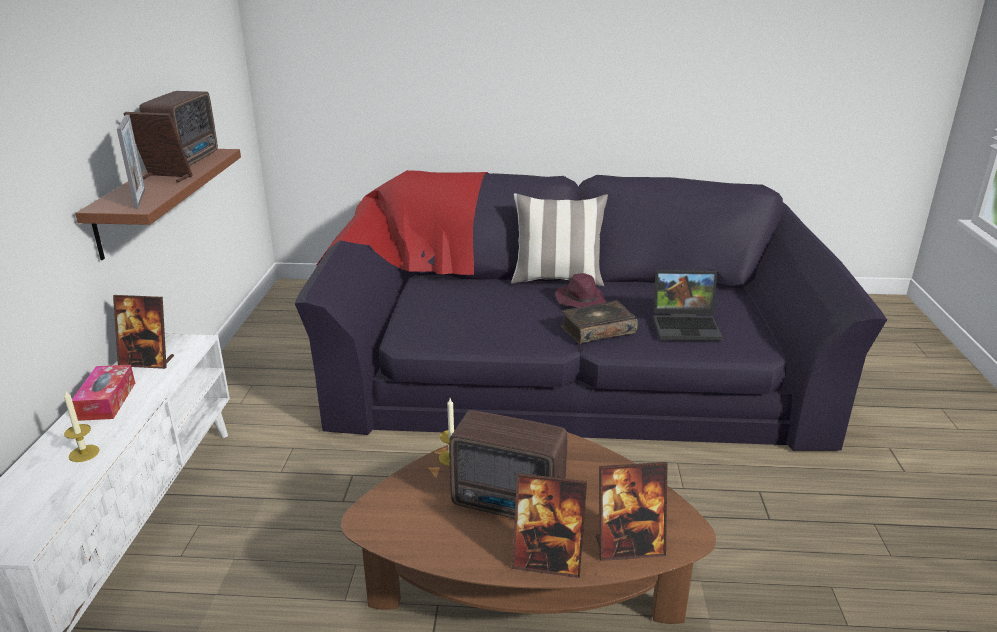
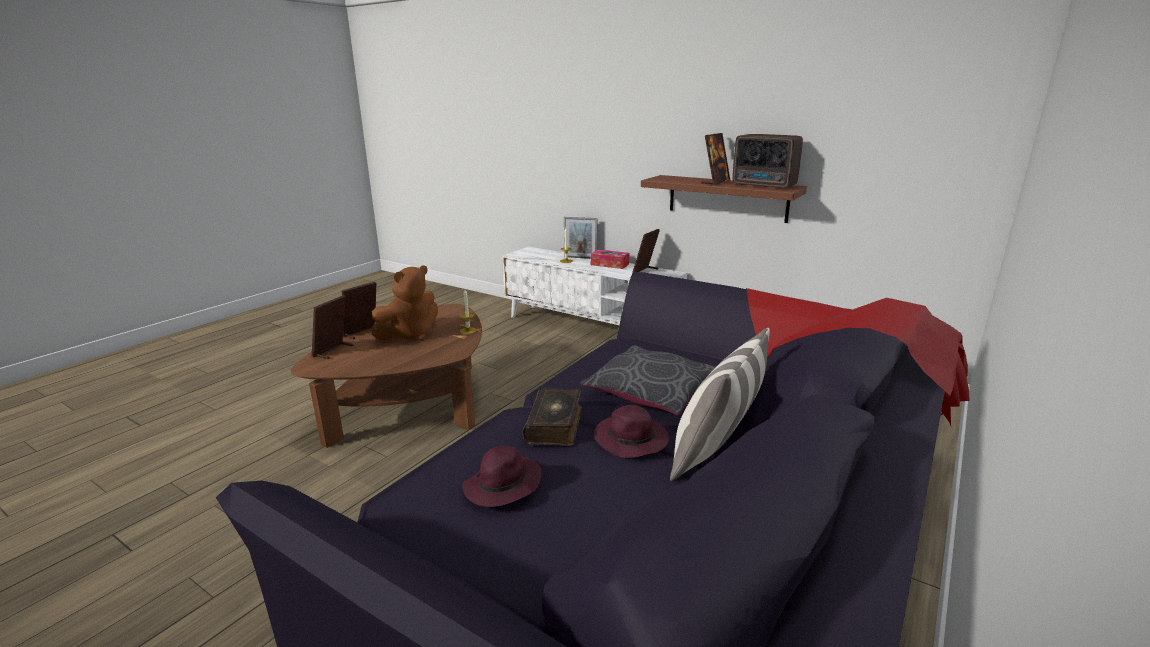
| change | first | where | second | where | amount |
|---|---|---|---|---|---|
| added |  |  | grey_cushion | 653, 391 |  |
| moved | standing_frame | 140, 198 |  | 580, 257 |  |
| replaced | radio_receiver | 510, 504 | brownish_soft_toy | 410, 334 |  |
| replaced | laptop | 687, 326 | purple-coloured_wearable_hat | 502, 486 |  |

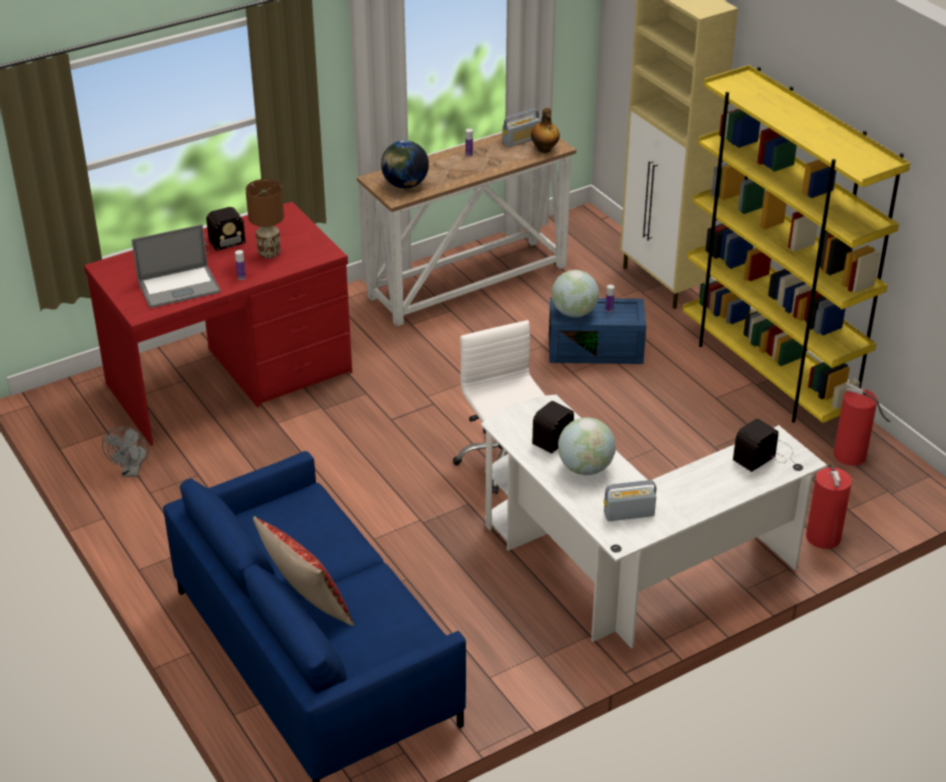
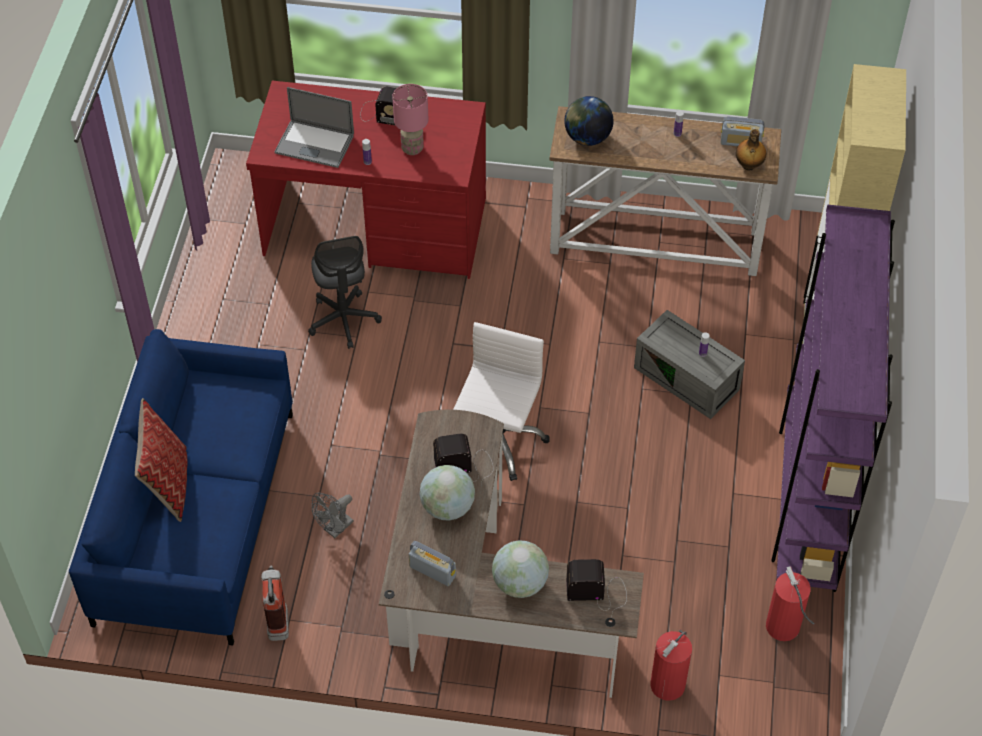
| change | first | where | second | where | amount |
|---|---|---|---|---|---|
| added |  |  | fire_extinguisher | 278, 618 |  |
| added |  |  | grey_computer_chair | 343, 320 |  |
| moved | grey_cooling_fan | 131, 471 |  | 335, 529 |  |
| moved | world_globe | 574, 313 |  | 520, 583 |  |
| recoloured | brownish_table_lamp | 269, 253 | pink-coloured_table_lamp | 412, 149 |  |
| recoloured | white-coloured_desk | 628, 570 | brownish_desk | 483, 603 |  |
| recoloured | bluish_storage_bin | 596, 348 | grey_storage_bin | 688, 378 |  |
| recoloured | yellowish_bookshelf | 768, 373 | purple-coloured_bookshelf | 808, 499 |  |

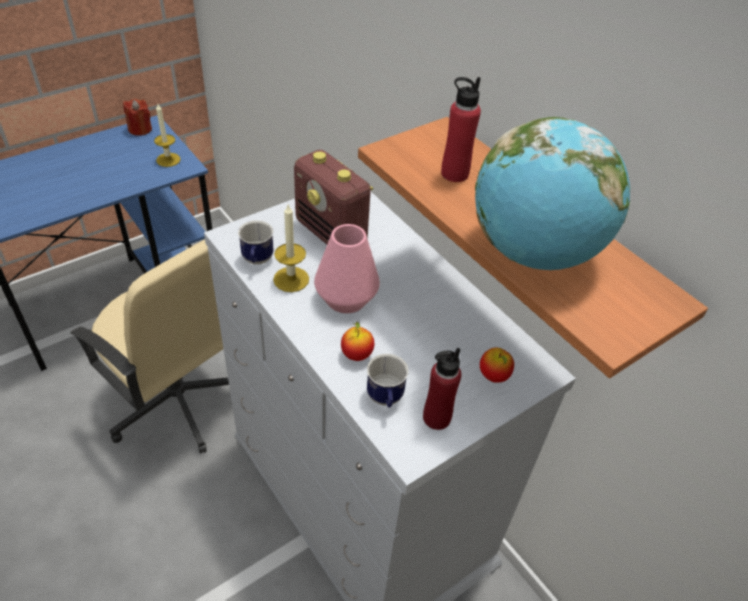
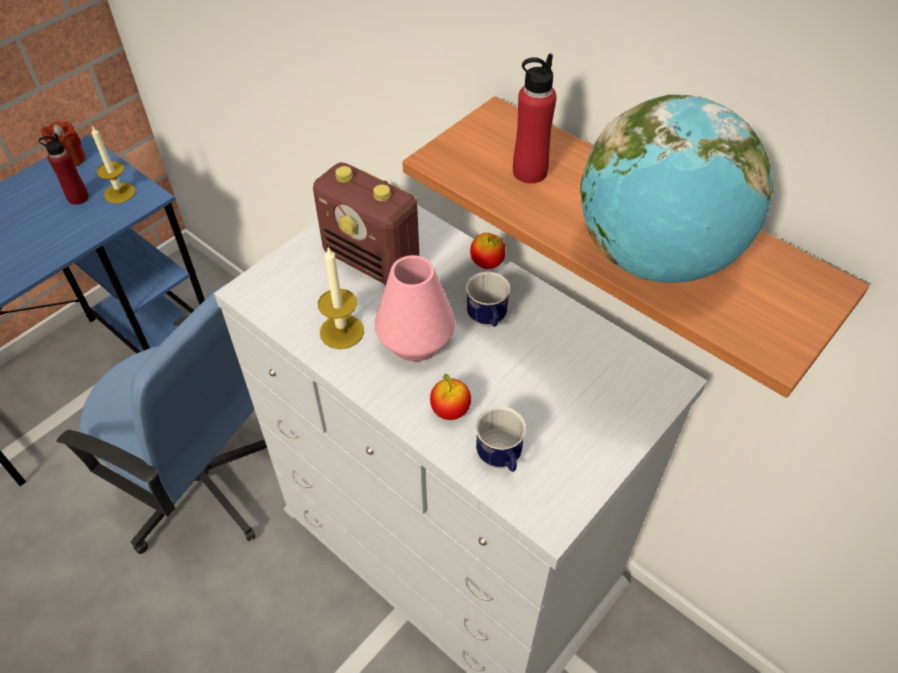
| change | first | where | second | where | amount |
|---|---|---|---|---|---|
| moved | coffee_mug | 257, 261 |  | 488, 321 |  |
| moved | red_drink_bottle | 436, 418 |  | 78, 197 |  |
| moved | whole_apple | 493, 376 |  | 487, 264 |  |
| recoloured | beige_computer_chair | 179, 399 | bluish_computer_chair | 203, 481 |  |

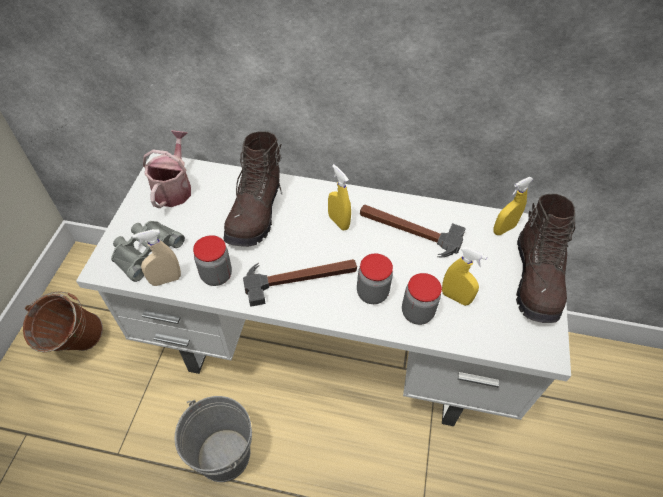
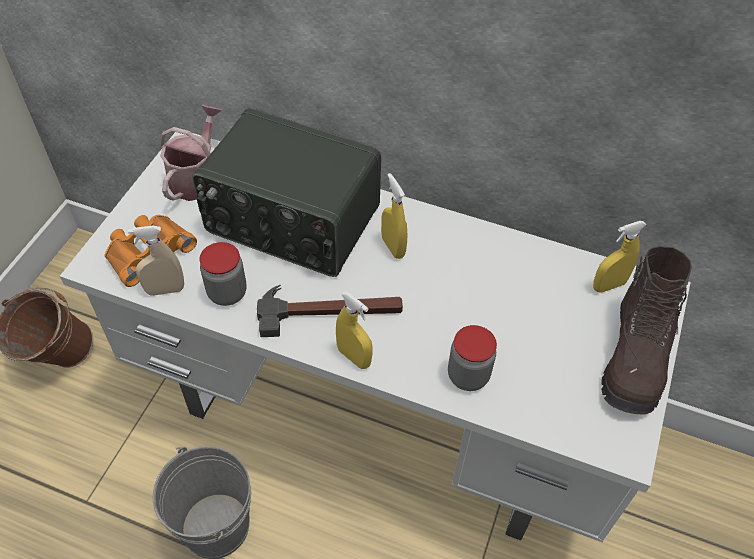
| change | first | where | second | where | amount |
|---|---|---|---|---|---|
| removed | preserve_jar | 372, 293 |  |  |  |
| removed | hand_hammer | 408, 231 |  |  |  |
| moved | yellowish_hand_sprayer | 455, 297 |  | 354, 357 |  |
| replaced | brownish_high-top_boot | 256, 213 | radio_receiver | 291, 221 |  |
| recoloured | grey_field_glasses | 145, 251 | orange-coloured_field_glasses | 147, 251 |  |

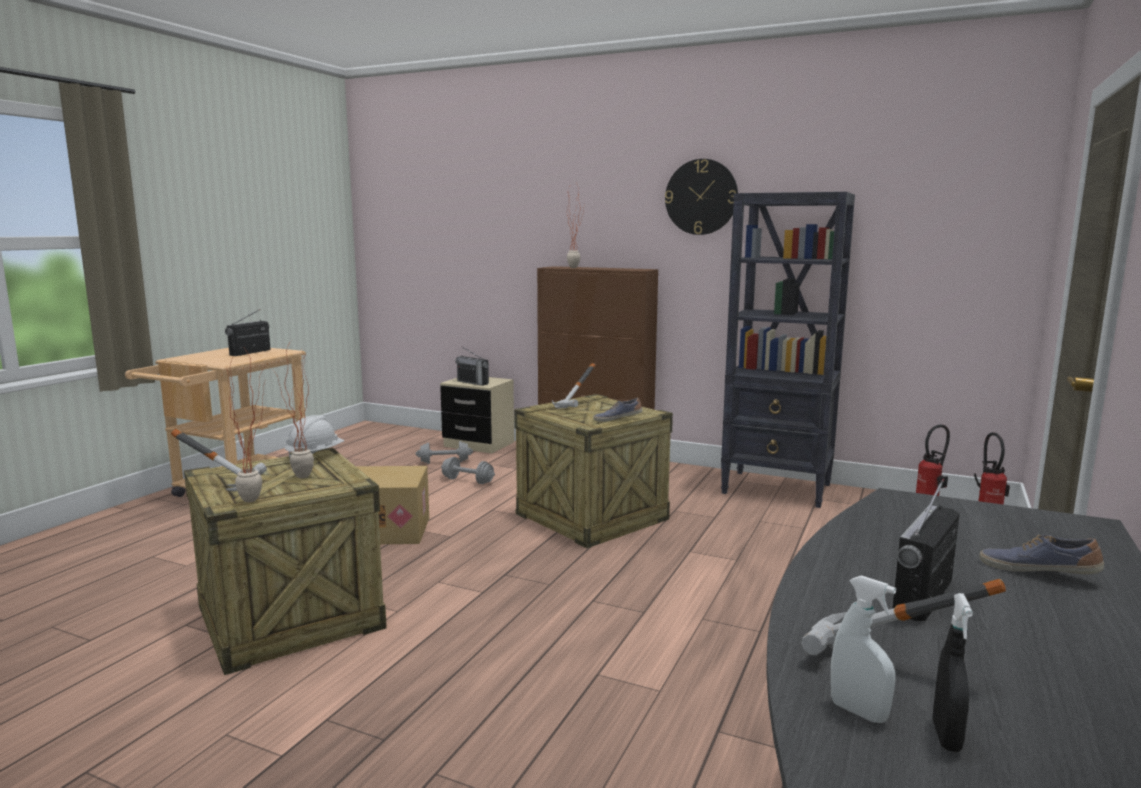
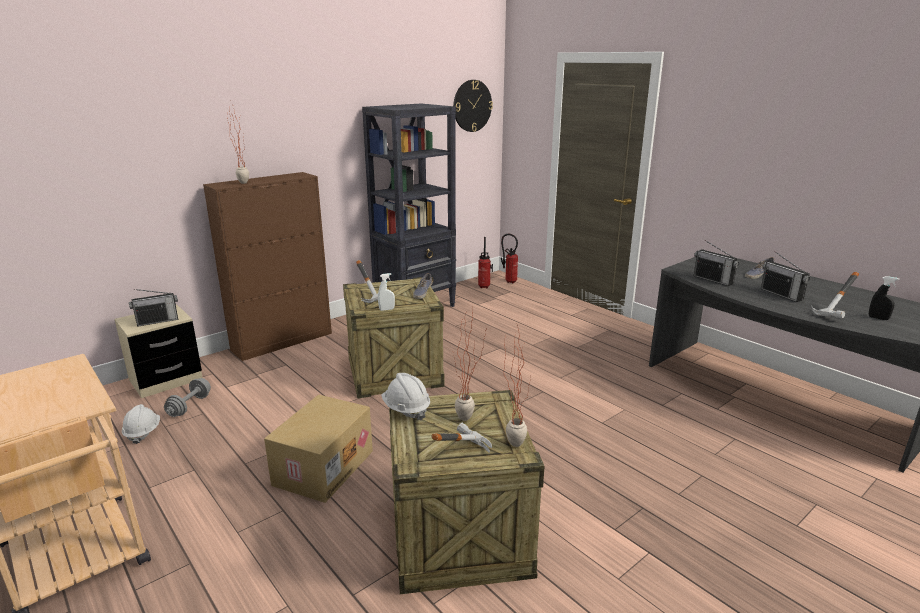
| change | first | where | second | where | amount |
|---|---|---|---|---|---|
| removed | grey_dumbbell | 467, 481 |  |  |  |
| added |  |  | white-coloured_hard_hat | 143, 433 |  |
| moved | radio_receiver | 250, 353 |  | 713, 280 |  |
| moved | clock_on_the_wall | 701, 197 |  | 472, 106 |  |
| moved | white-coloured_hand_sprayer | 858, 712 |  | 386, 309 |  |

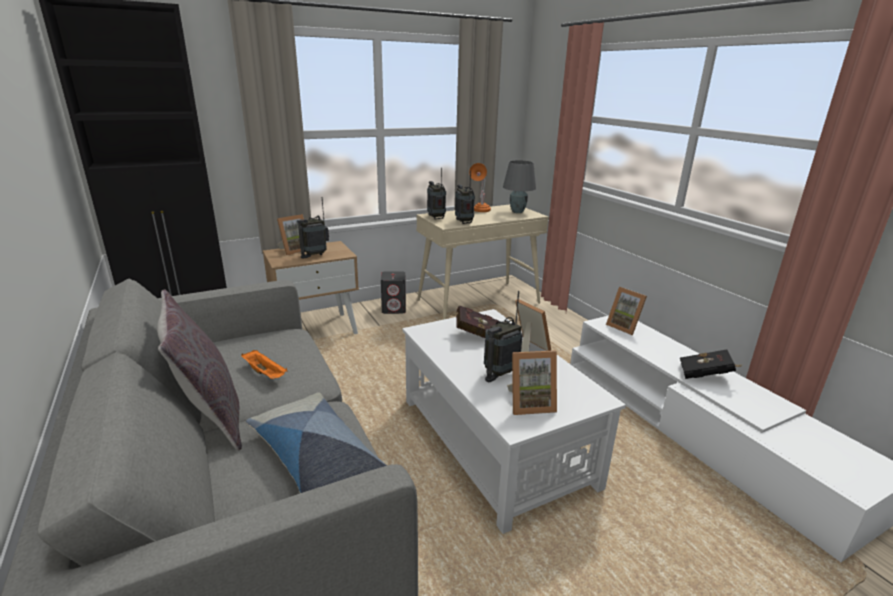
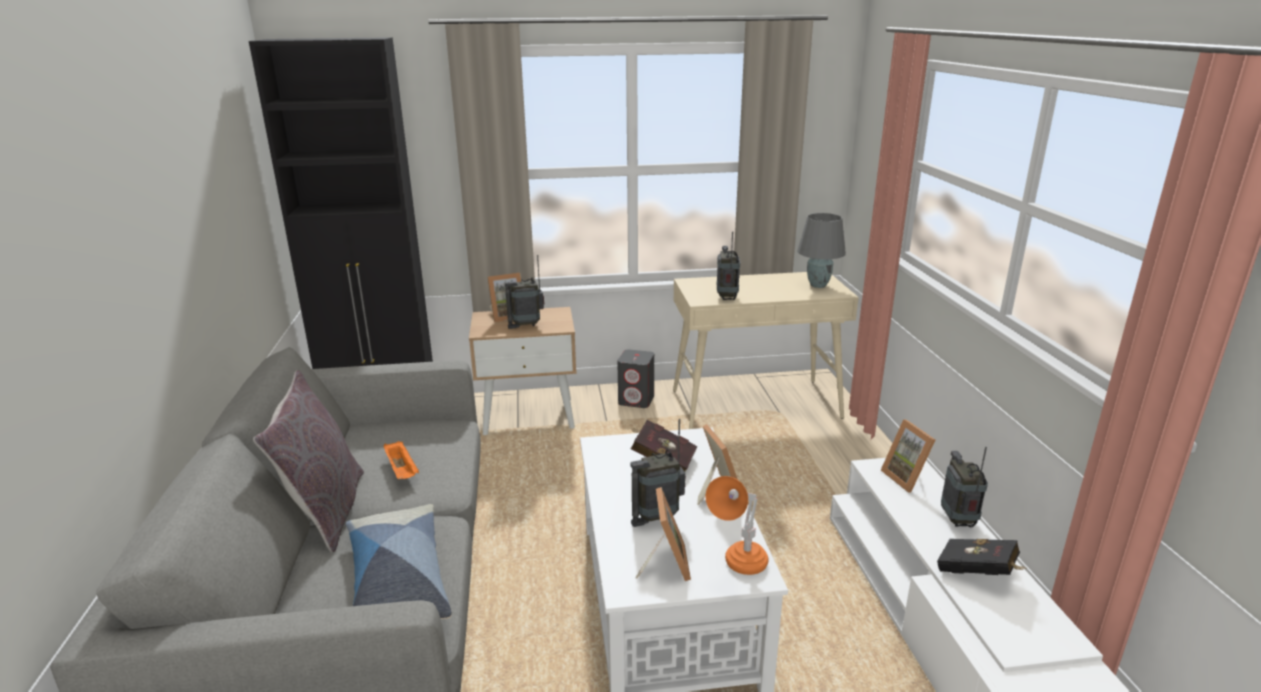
| change | first | where | second | where | amount |
|---|---|---|---|---|---|
| moved | radio_receiver | 436, 218 |  | 958, 521 |  |
| moved | orange-coloured_table_lamp | 480, 211 |  | 739, 568 |  |
| turned | standing_frame | 530, 403 |  | 665, 563 | 105 degrees counterclockwise |

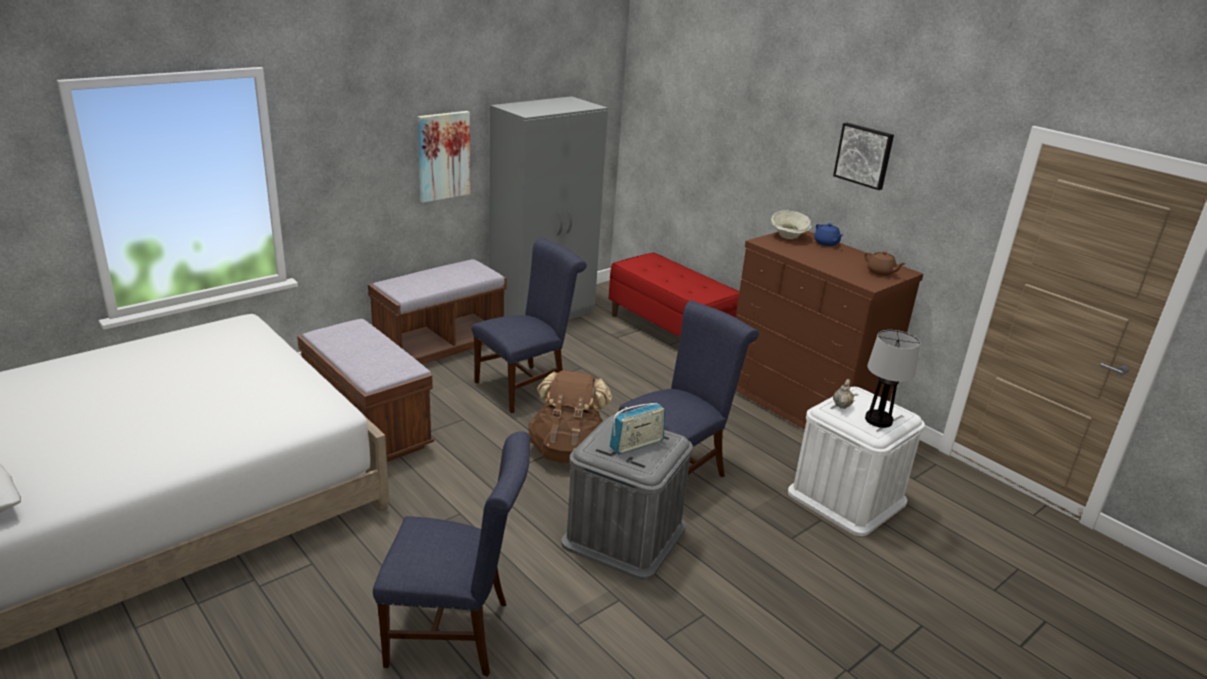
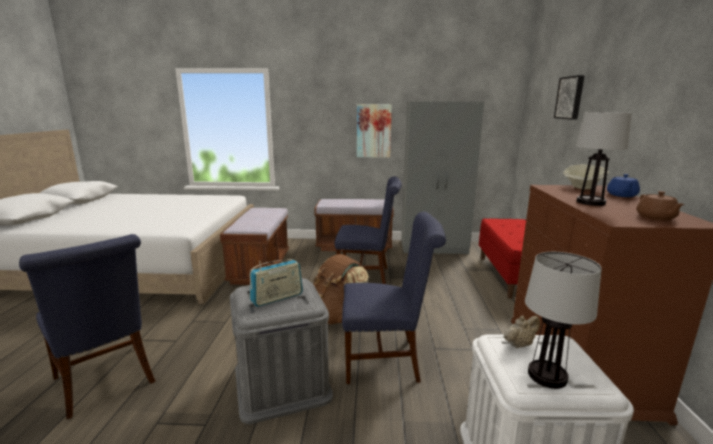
| change | first | where | second | where | amount |
|---|---|---|---|---|---|
| added |  |  | table_lamp | 590, 202 |  |
| moved | wall_art | 864, 155 |  | 570, 98 |  |
| turned | radio_receiver | 636, 444 |  | 277, 298 | 45 degrees counterclockwise |

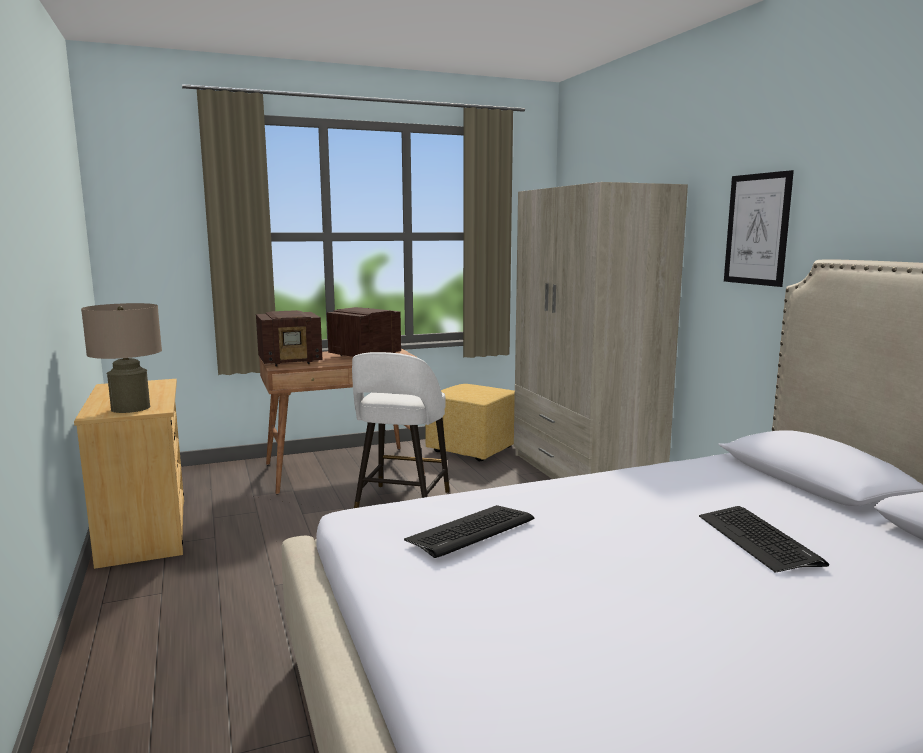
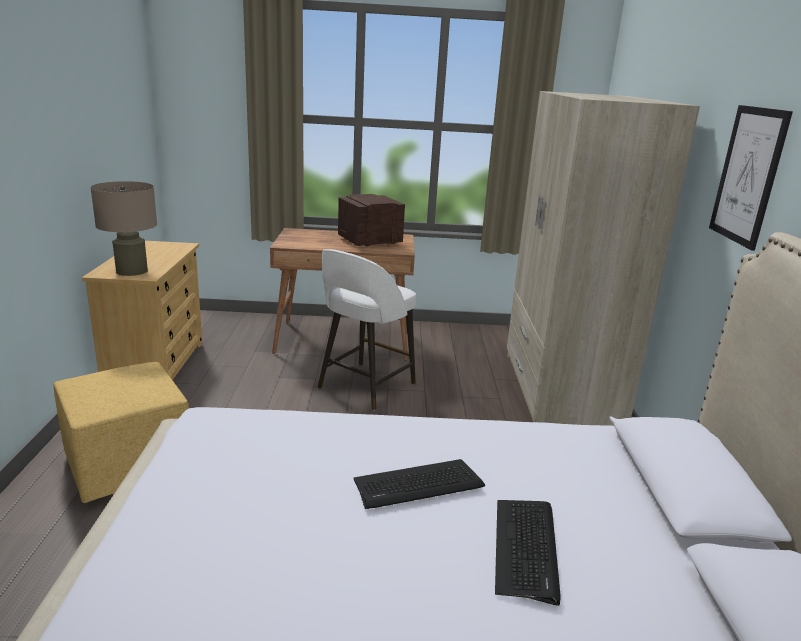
| change | first | where | second | where | amount |
|---|---|---|---|---|---|
| removed | radio_receiver | 291, 361 |  |  |  |
| moved | keyboard | 471, 531 |  | 418, 485 |  |
| moved | yellowish_pouffe | 474, 449 |  | 131, 466 |  |

